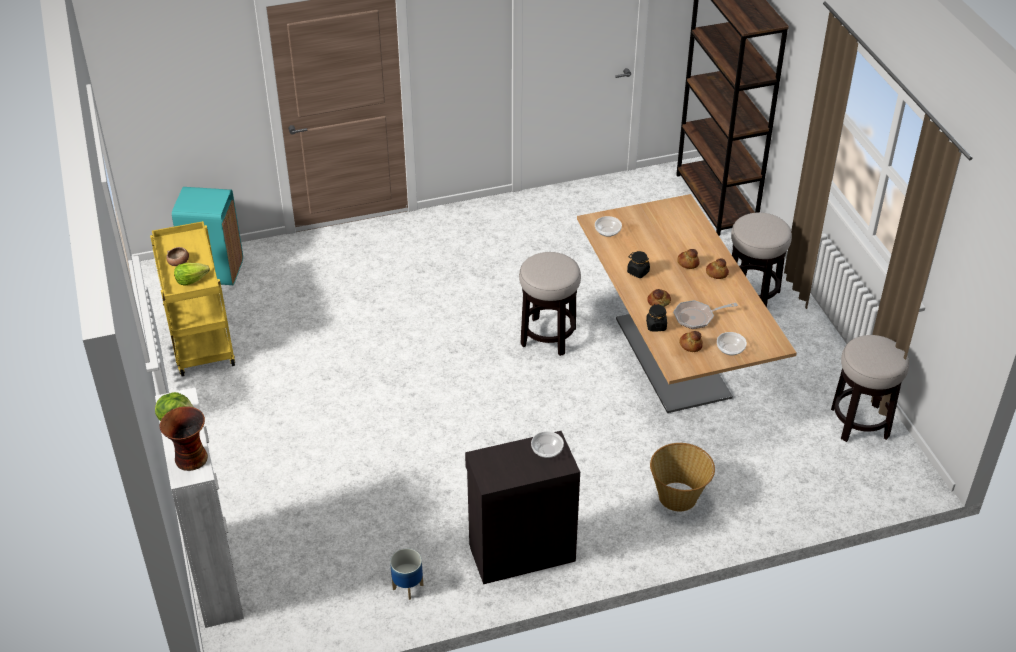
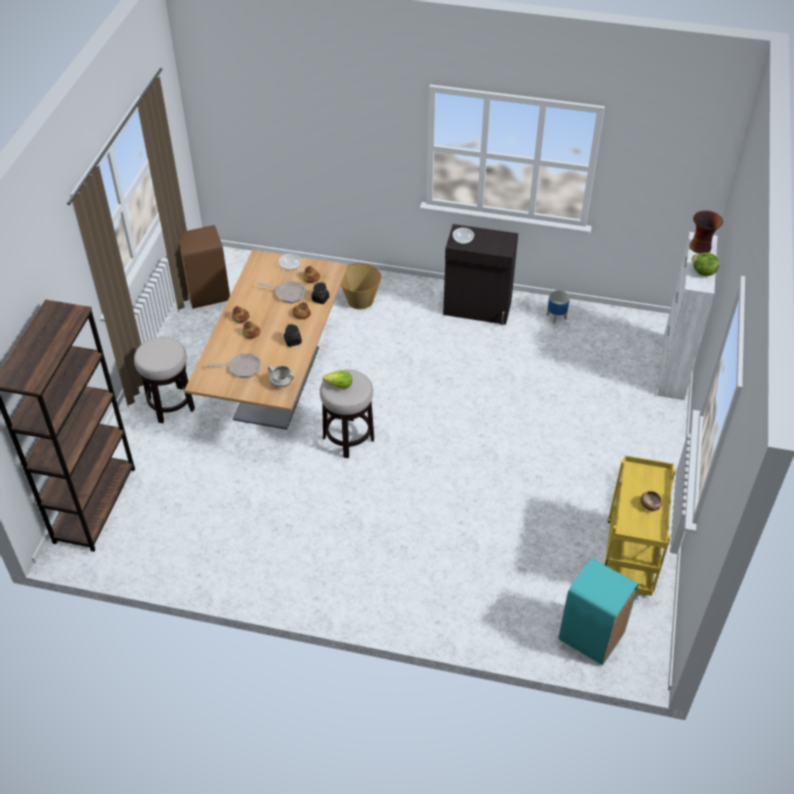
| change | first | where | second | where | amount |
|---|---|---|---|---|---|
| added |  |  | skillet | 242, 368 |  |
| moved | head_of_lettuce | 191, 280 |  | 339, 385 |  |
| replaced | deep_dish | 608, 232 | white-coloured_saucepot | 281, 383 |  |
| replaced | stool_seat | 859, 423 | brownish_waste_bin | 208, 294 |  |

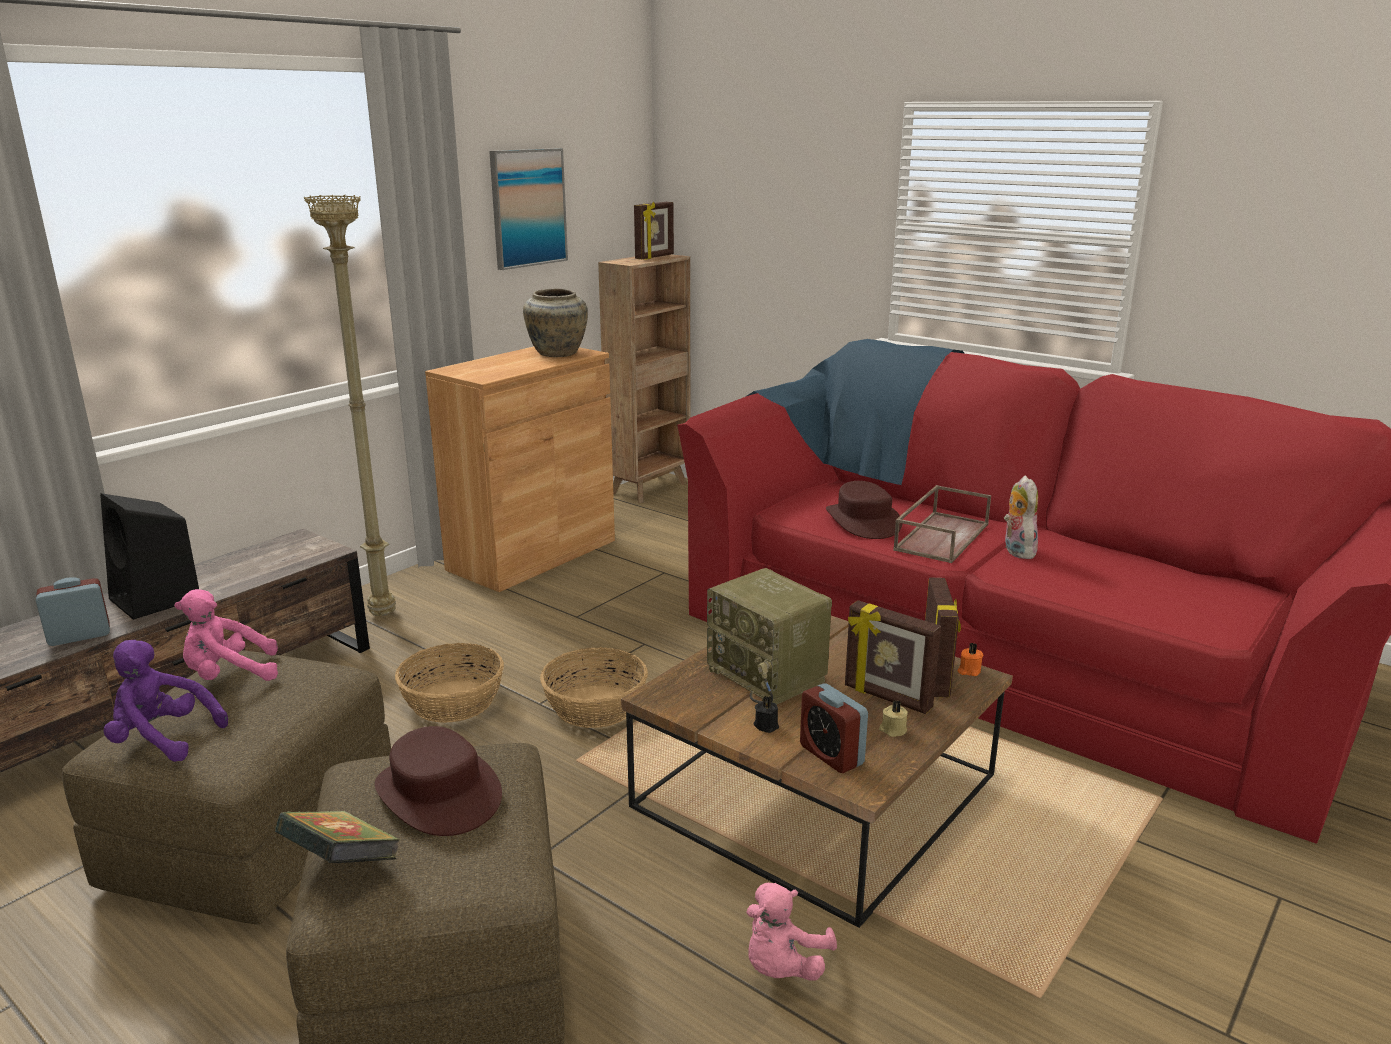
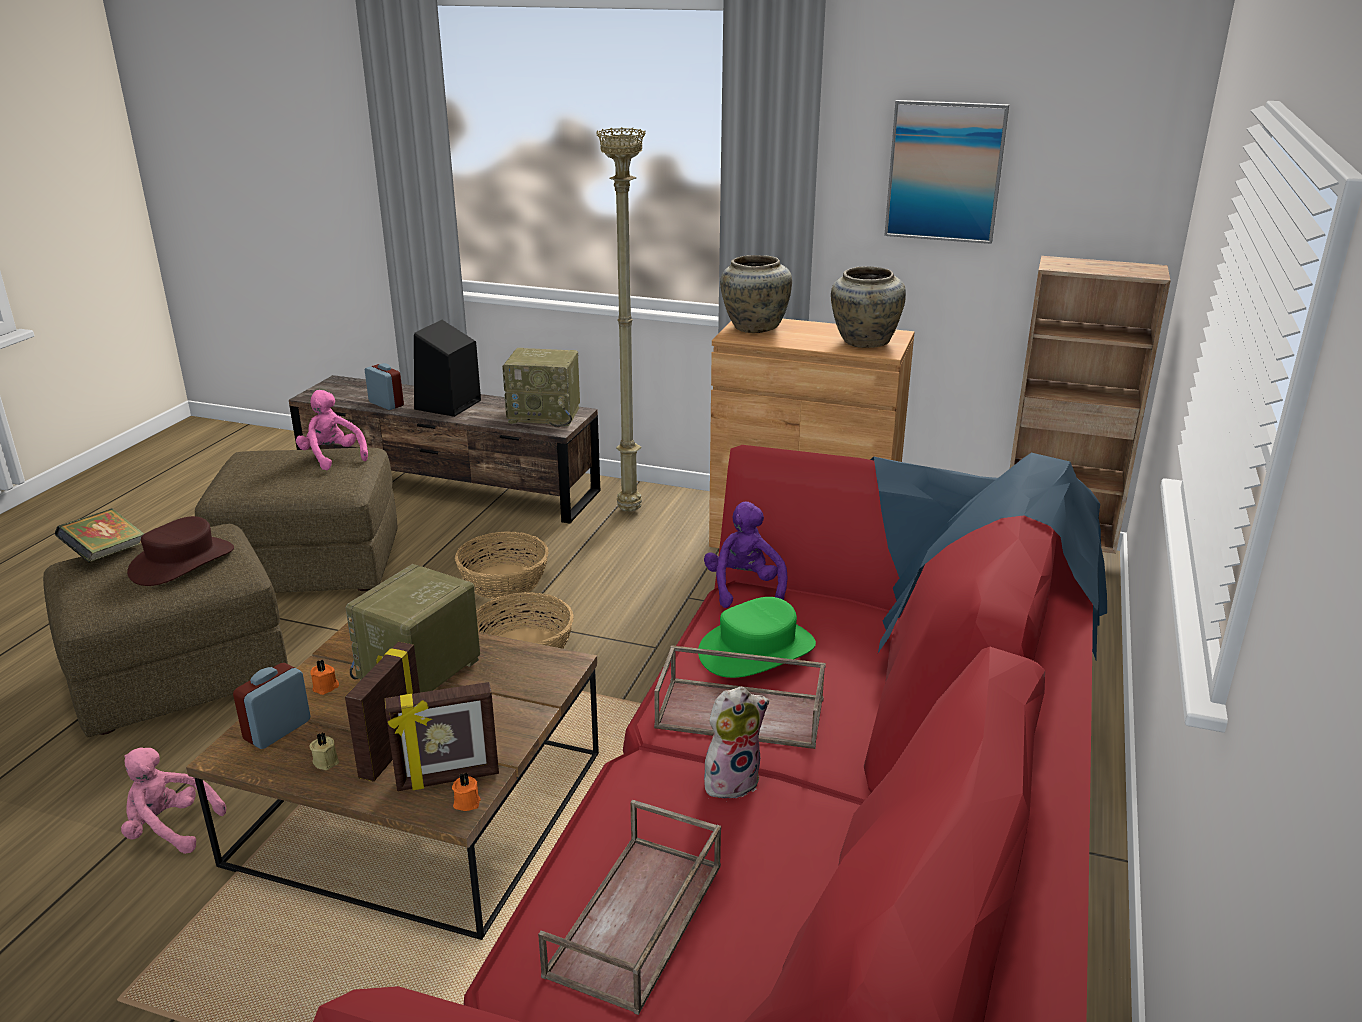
| change | first | where | second | where | amount |
|---|---|---|---|---|---|
| removed | standing_frame | 655, 257 |  |  |  |
| added |  |  | radio_receiver | 545, 415 |  |
| added |  |  | brownish_serving_tray | 637, 921 |  |
| added |  |  | beige_decorative_vase | 754, 327 |  |
| moved | purple-coloured_soft_toy | 162, 739 |  | 744, 588 |  |
| recoloured | blackish_wax_light | 766, 725 | orange-coloured_wax_light | 326, 687 |  |
| recoloured | brownish_wearable_hat | 863, 521 | greenish_wearable_hat | 757, 650 |  |

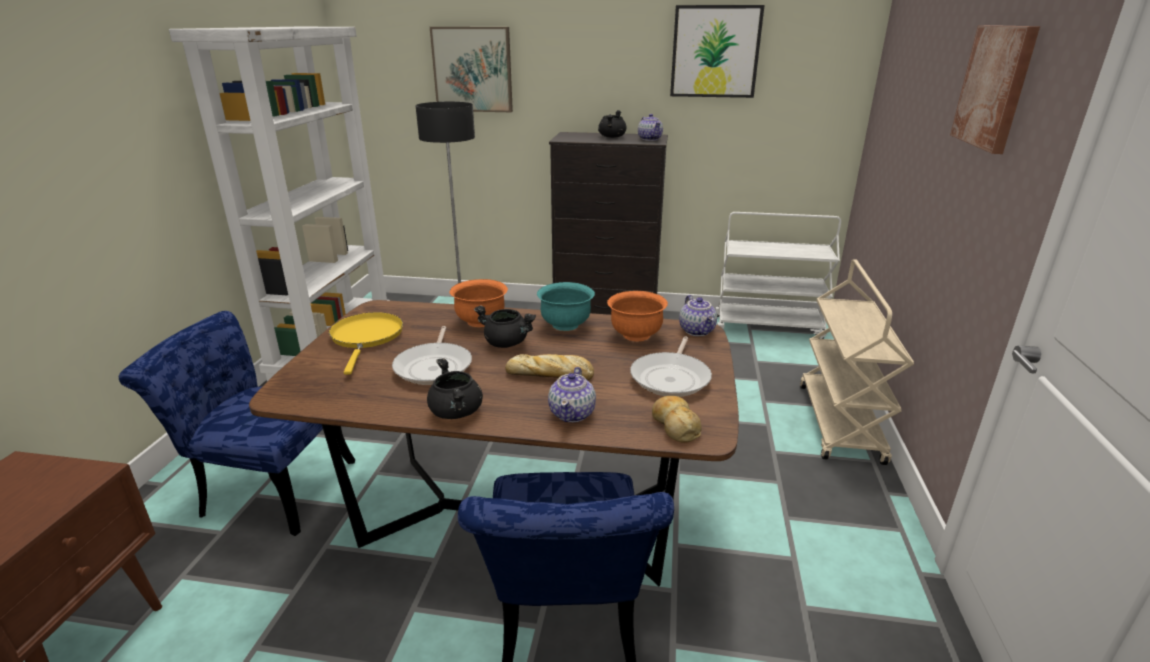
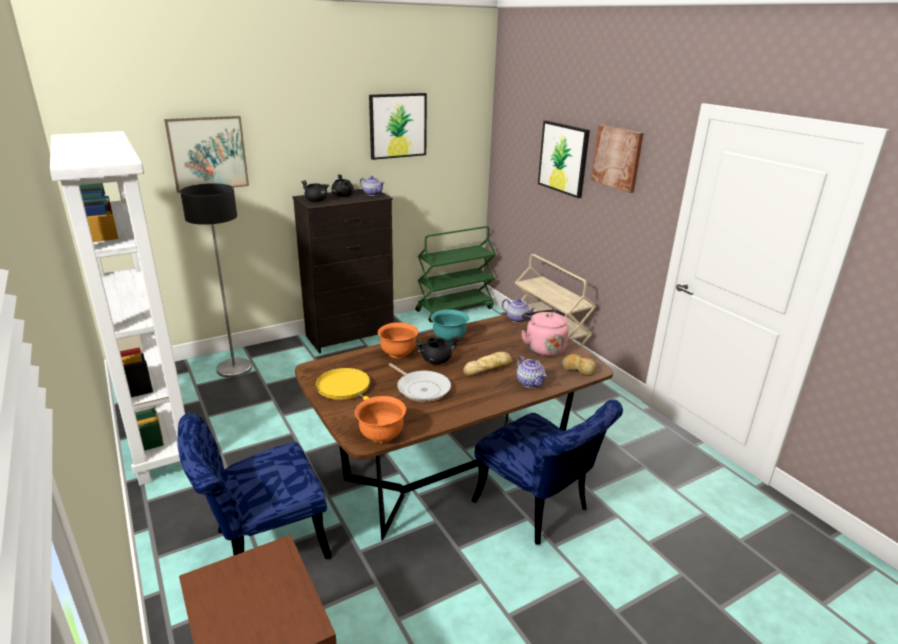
| change | first | where | second | where | amount |
|---|---|---|---|---|---|
| added |  |  | wall_art | 563, 158 |  |
| moved | blackish_saucepot | 456, 412 |  | 316, 201 |  |
| moved | orange-coloured_deep_dish | 635, 335 |  | 381, 436 |  |
| replaced | skillet | 671, 377 | pink-coloured_tea_kettle | 543, 348 |  |
| recoloured | white-coloured_wheeled_cart | 767, 327 | greenish_wheeled_cart | 455, 309 |  |

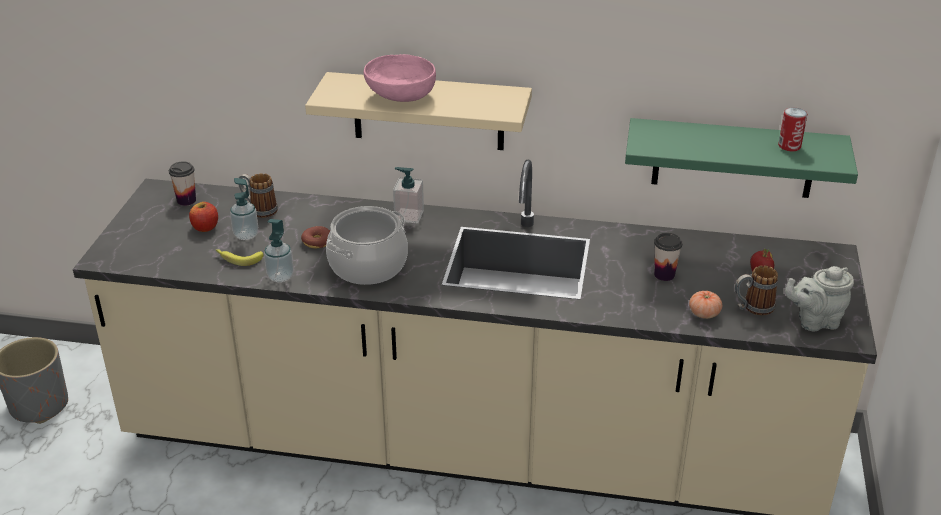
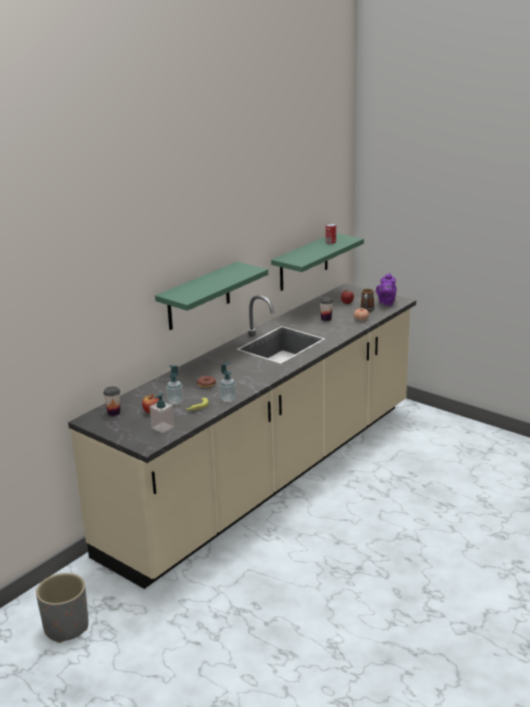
| change | first | where | second | where | amount |
|---|---|---|---|---|---|
| removed | coffee_mug | 259, 210 |  |  |  |
| removed | saucepot | 368, 265 |  |  |  |
| removed | pink-coloured_deep_dish | 400, 96 |  |  |  |
| moved | soap_dispenser | 409, 215 |  | 162, 427 |  |
| recoloured | beige_shelf | 428, 111 | greenish_shelf | 198, 296 |  |
| recoloured | grey_pot_for_tea | 814, 321 | purple-coloured_pot_for_tea | 386, 303 |  |

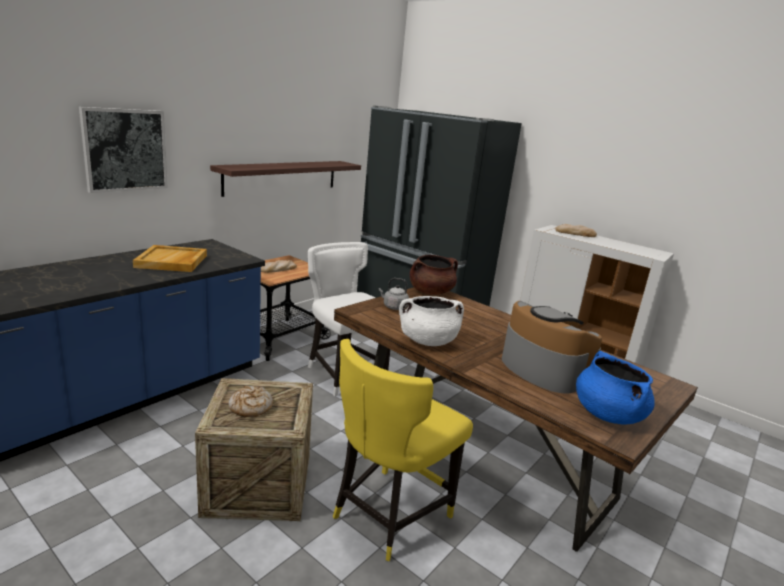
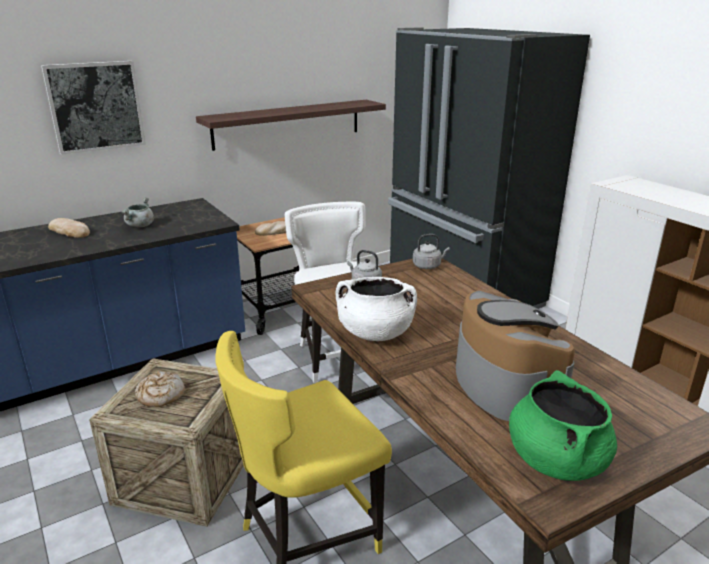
| change | first | where | second | where | amount |
|---|---|---|---|---|---|
| moved | baked_bread | 575, 233 |  | 70, 231 |  |
| replaced | beige_serving_tray | 172, 261 | grey_saucepot | 140, 226 |  |
| replaced | brownish_saucepot | 431, 292 | grey_tea_kettle | 428, 266 |  |
| recoloured | bluish_saucepot | 607, 414 | greenish_saucepot | 555, 459 |  |

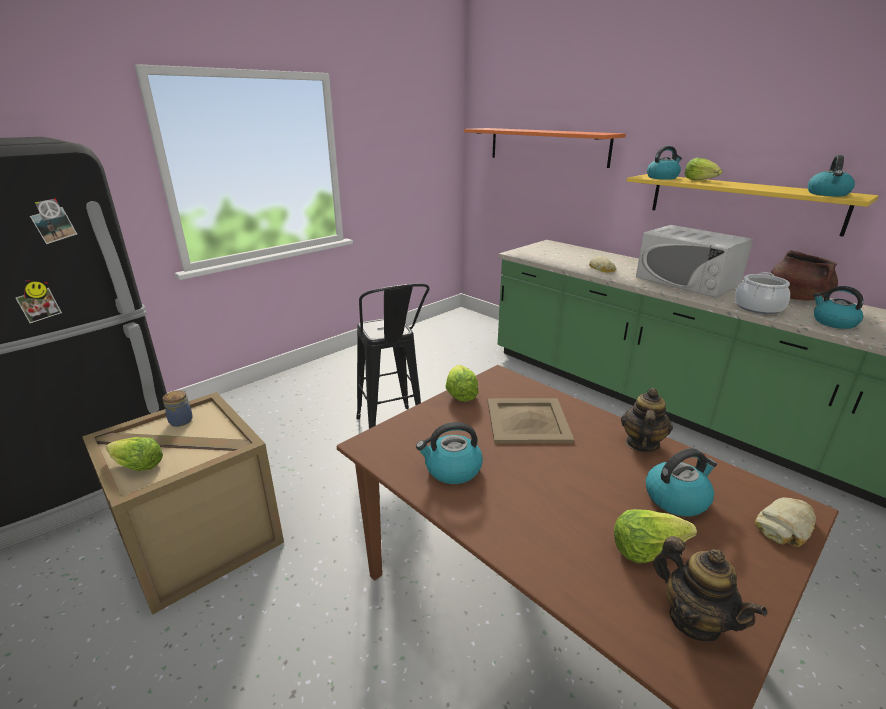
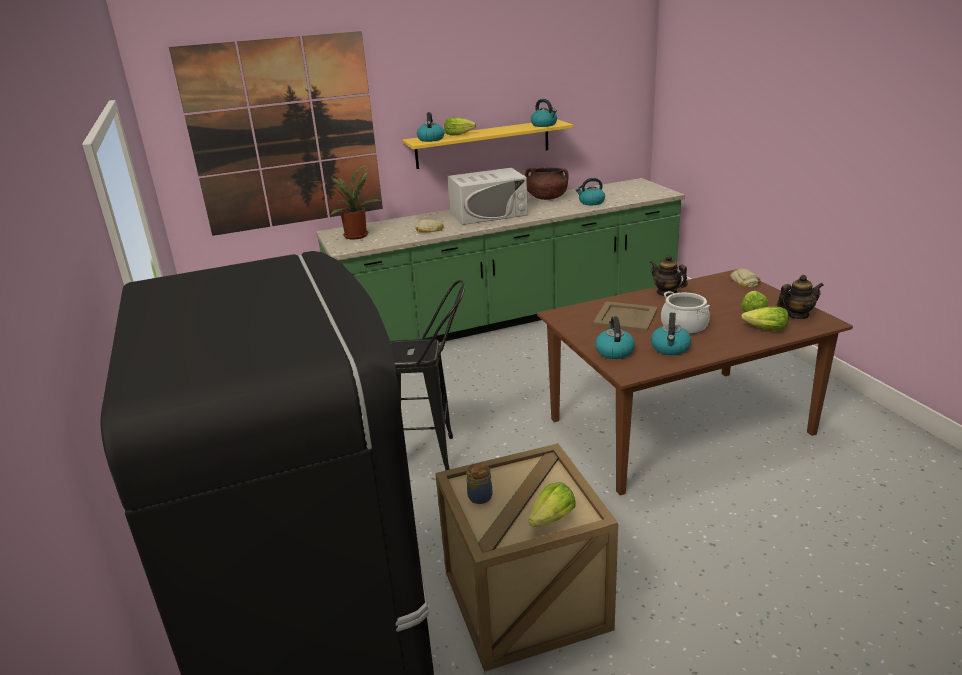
| change | first | where | second | where | amount |
|---|---|---|---|---|---|
| added |  |  | potted_plant | 355, 235 |  |
| moved | head_of_lettuce | 460, 393 |  | 765, 329 |  |
| moved | tea_kettle | 676, 498 |  | 614, 351 |  |
| moved | saucepot | 758, 307 |  | 684, 327 |  |
| replaced | orange-coloured_shelf | 547, 146 | wall_art | 285, 135 |  |

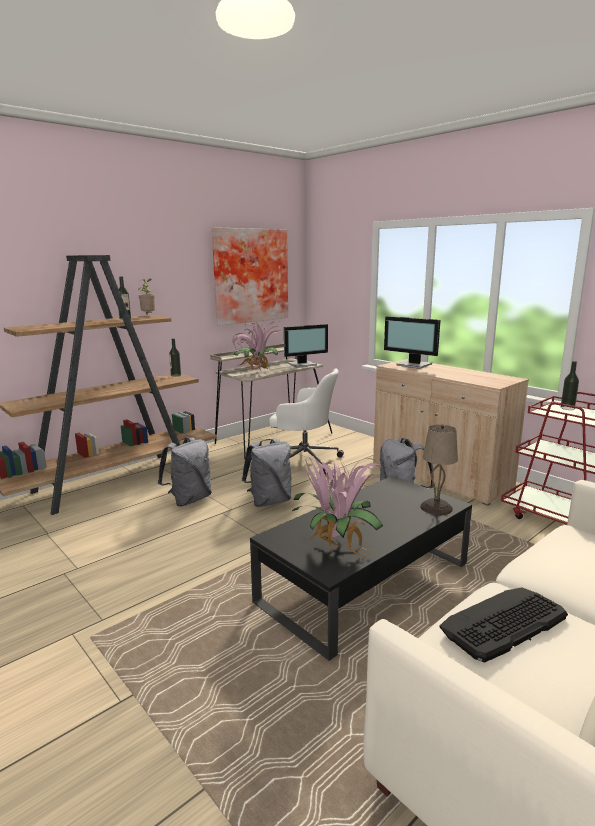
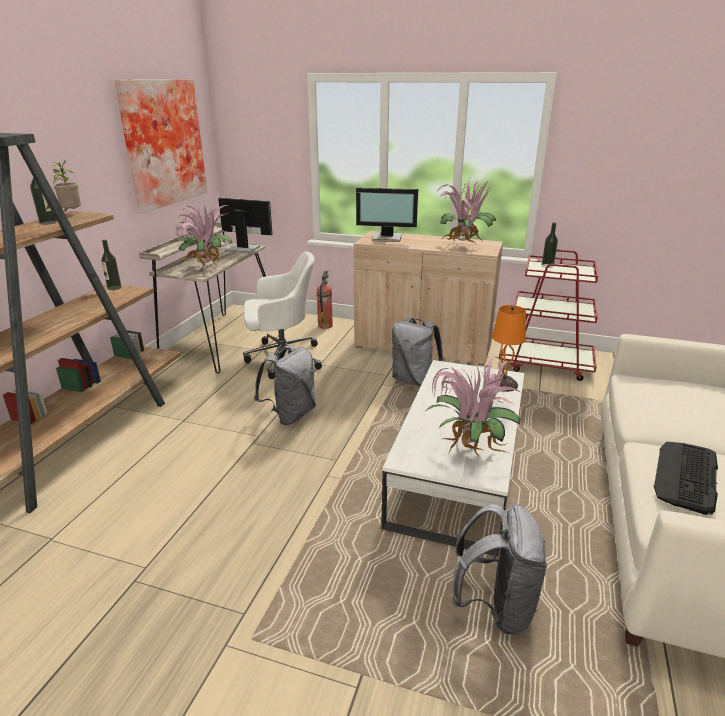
| change | first | where | second | where | amount |
|---|---|---|---|---|---|
| added |  |  | fire_extinguisher | 325, 325 |  |
| added |  |  | potted_plant | 463, 246 |  |
| moved | grey_knapsack | 189, 499 |  | 496, 606 |  |
| recoloured | blackish_lounge_table | 364, 583 | white-coloured_lounge_table | 457, 472 |  |
| recoloured | beige_table_lamp | 436, 507 | orange-coloured_table_lamp | 502, 383 |  |
| turned | computer_screen | 303, 364 |  | 243, 248 | 105 degrees counterclockwise |

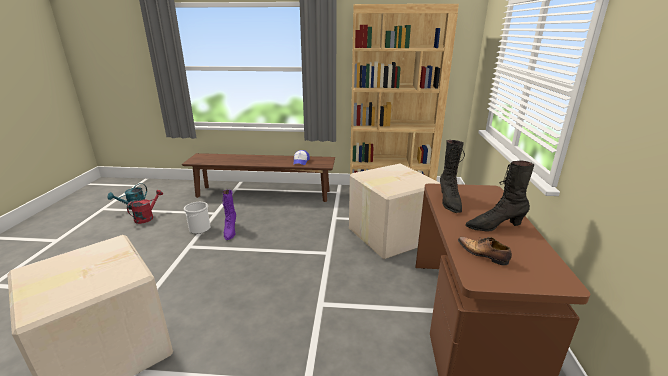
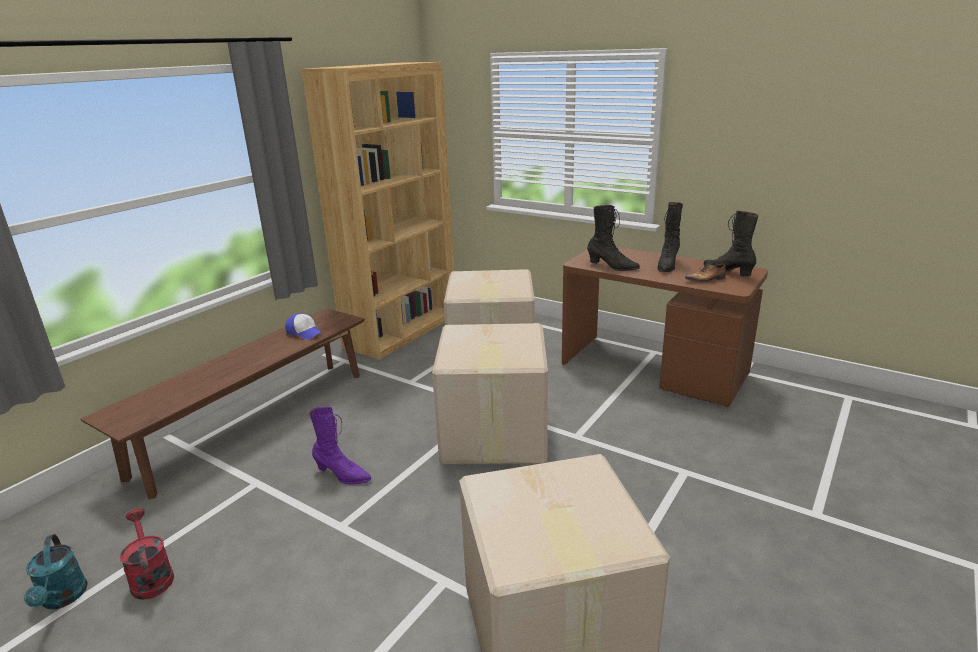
| change | first | where | second | where | amount |
|---|---|---|---|---|---|
| removed | bucket | 199, 229 |  |  |  |
| added |  |  | cardboard_box | 492, 436 |  |
| added |  |  | blackish_high-top_boot | 727, 272 |  |

